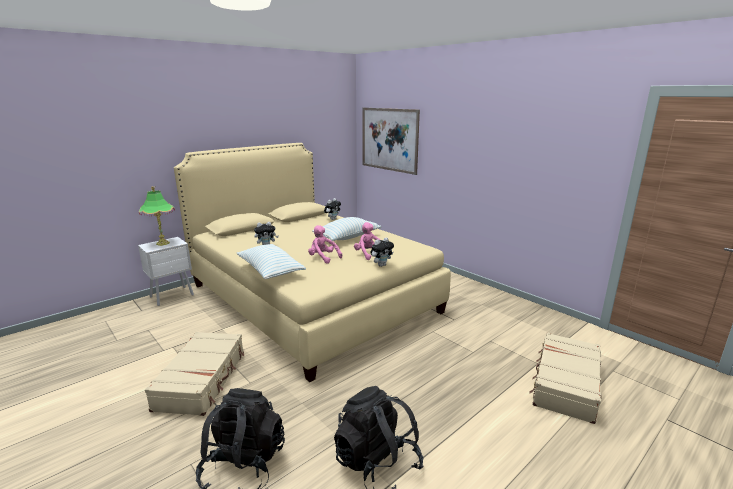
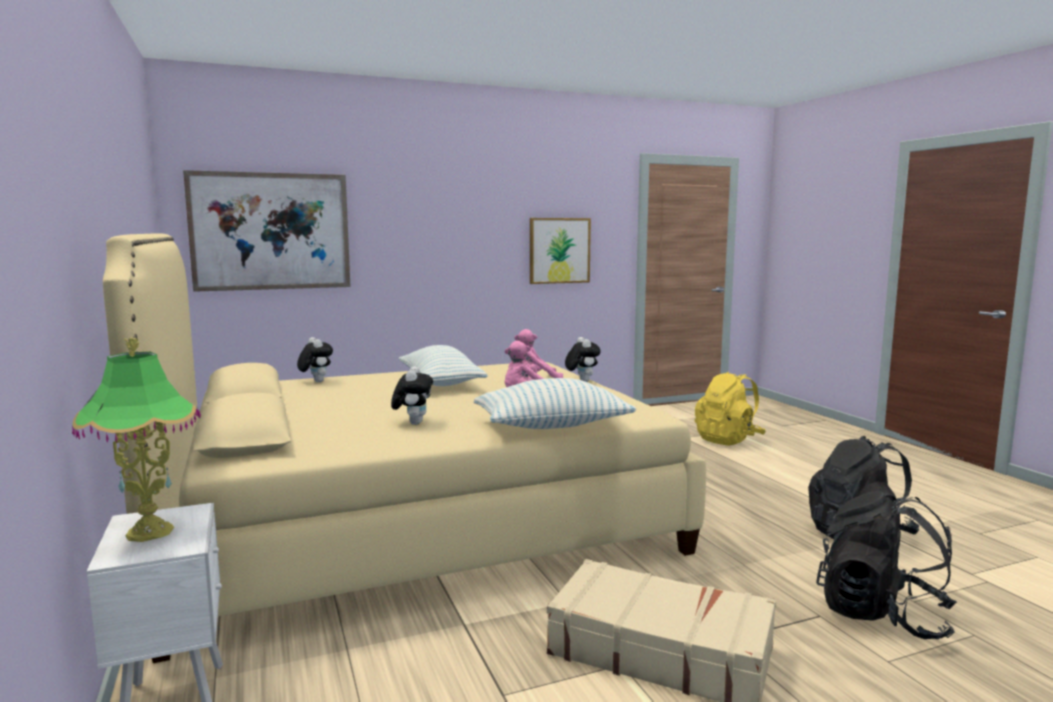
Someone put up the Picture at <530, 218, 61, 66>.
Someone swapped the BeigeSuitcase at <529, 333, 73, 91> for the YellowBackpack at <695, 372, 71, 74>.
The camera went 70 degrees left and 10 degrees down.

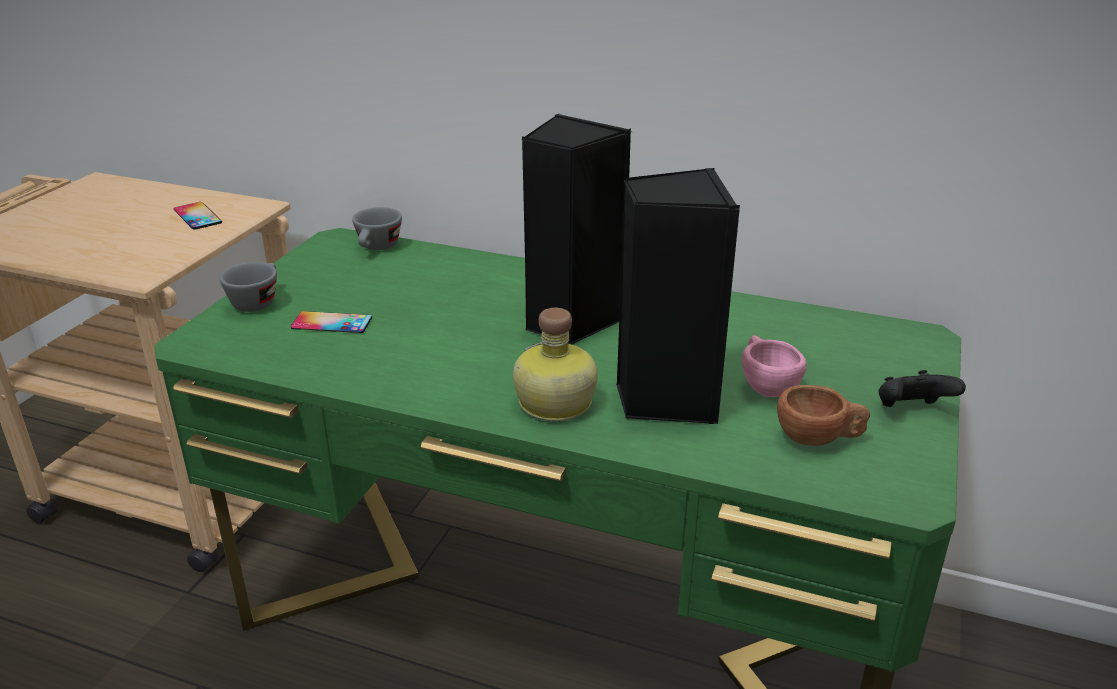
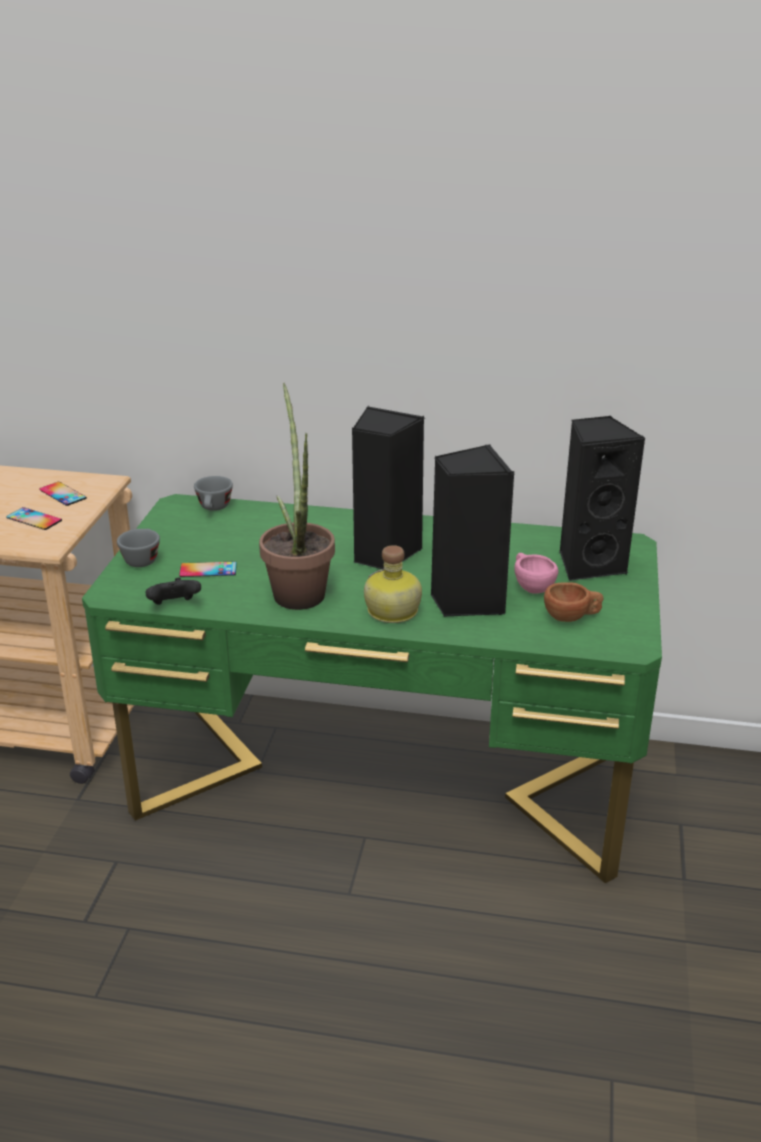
Someone put down the Phone at <6, 507, 56, 23>.
Someone put down the PottedPlant at <259, 383, 76, 227>.
Someone put down the BlackSpeaker at <560, 416, 86, 165>.
Someone carried the BlackGameController from <878, 370, 88, 37> to <146, 578, 55, 27>.
The camera went 10 degrees left and 0 degrees up.

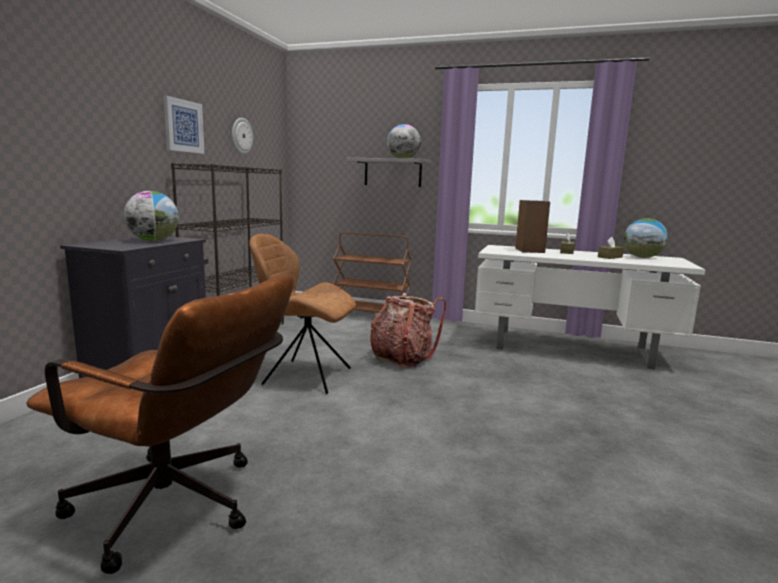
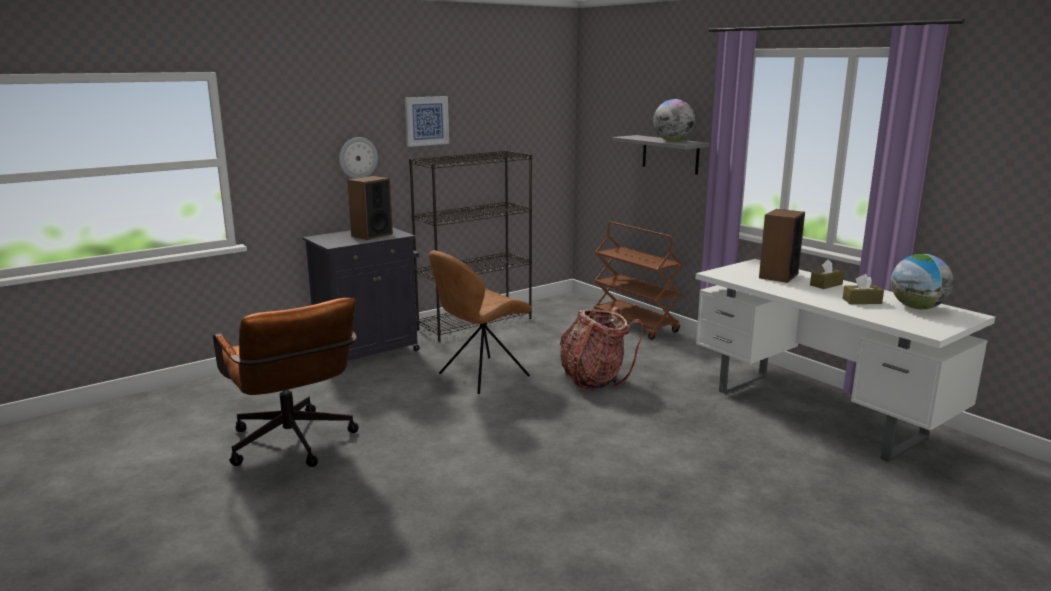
Someone carried the WallClock from <232, 118, 21, 37> to <339, 137, 39, 42>.
Someone swapped the Globe at <124, 191, 55, 50> for the Speaker at <347, 176, 46, 64>.
Someone rotated the BrownChair at <249, 234, 107, 160> by 90 degrees counterclockwise.
The camera went 35 degrees right and 5 degrees up.

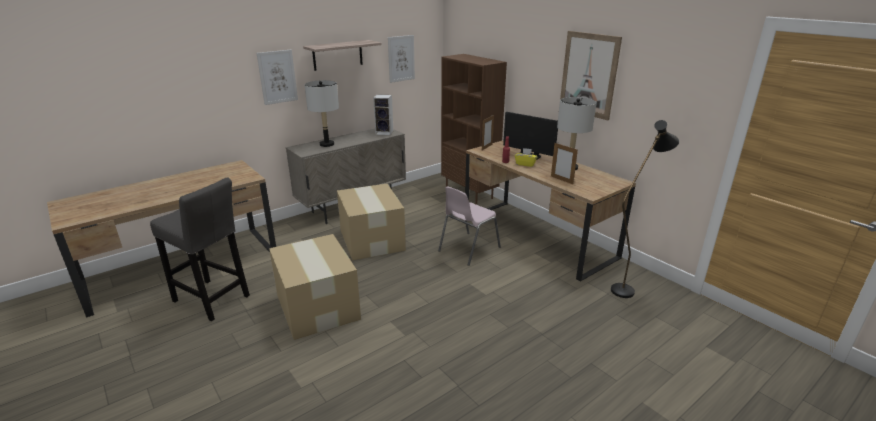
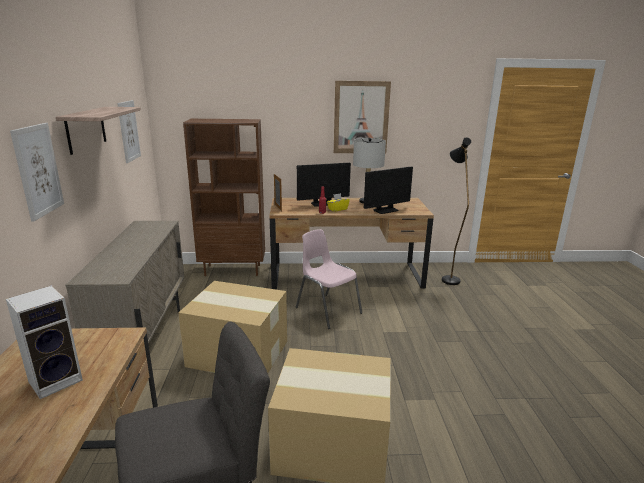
Someone took away the GreyTableLamp at <304, 80, 35, 67>.
Someone carried the Speaker from <373, 94, 20, 41> to <6, 285, 77, 114>.
Someone swapped the PictureFrame at <551, 143, 27, 41> for the Monitor at <364, 167, 49, 47>.
Someone rotated the PinkChair at <438, 186, 63, 80> by 150 degrees clockwise.
The camera went 55 degrees left and 5 degrees down.

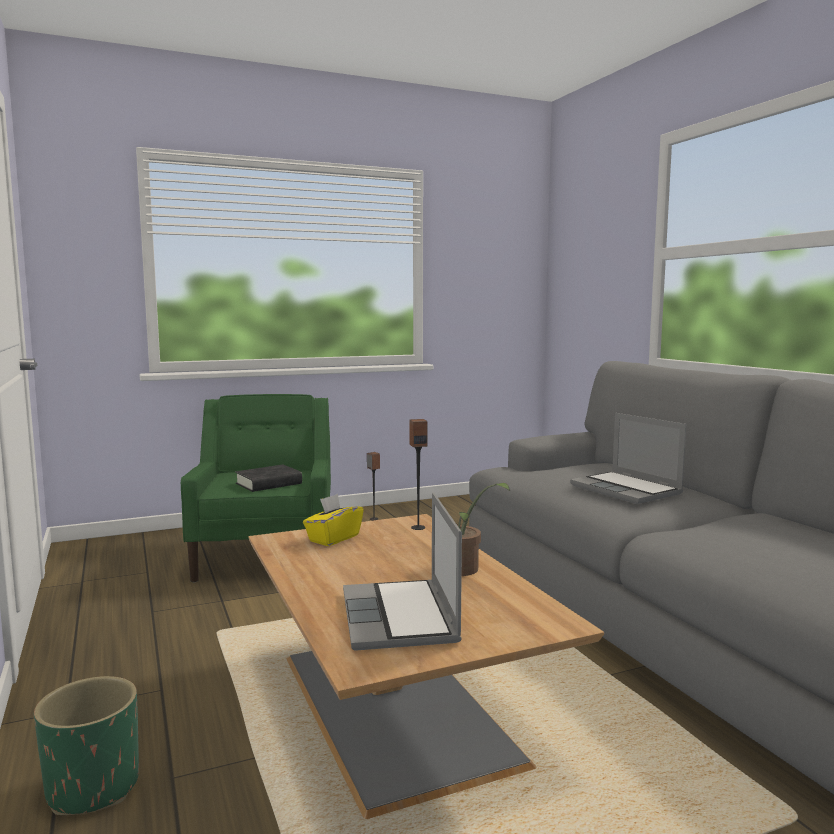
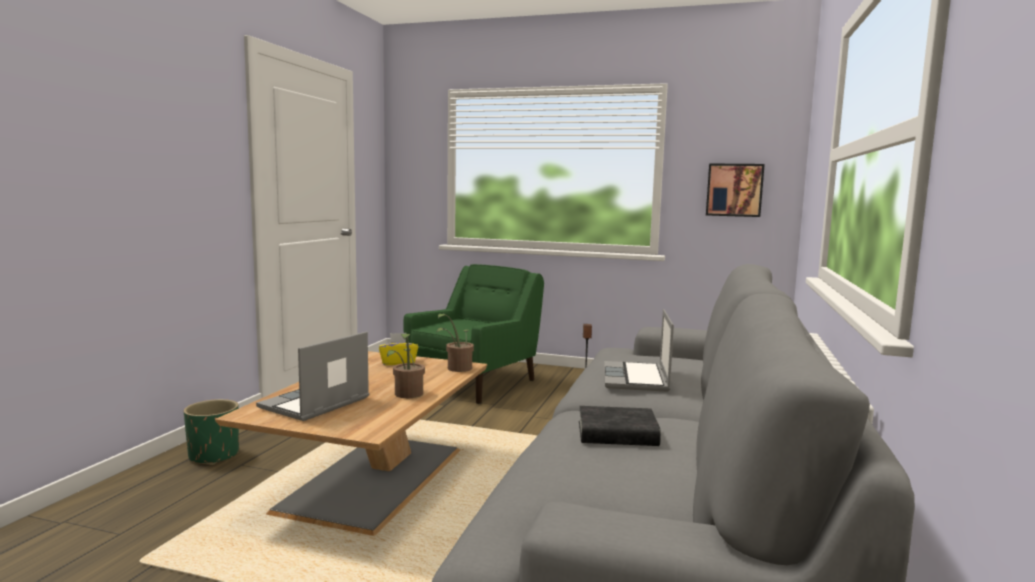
Someone put up the Picture at <706, 164, 59, 53>.
Someone carried the BlackBook from <235, 465, 67, 27> to <579, 406, 82, 40>.
Someone swapped the Speaker at <409, 419, 18, 111> for the PottedPlant at <436, 314, 38, 58>.
The camera went 40 degrees right and 0 degrees up.

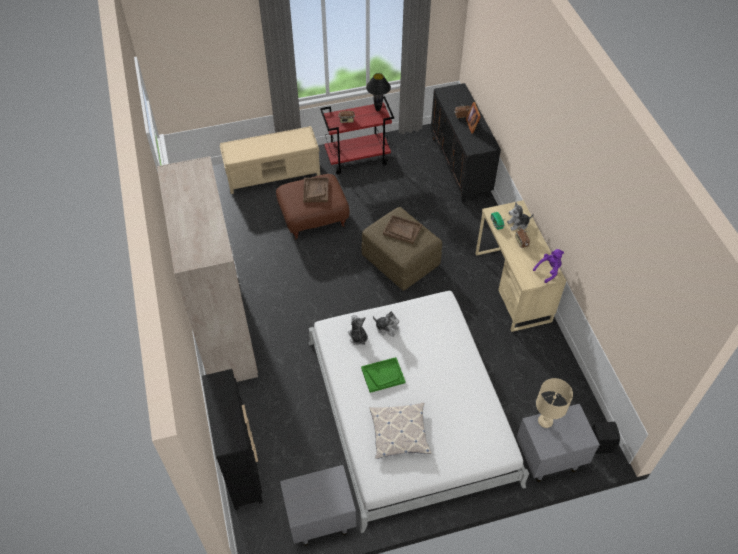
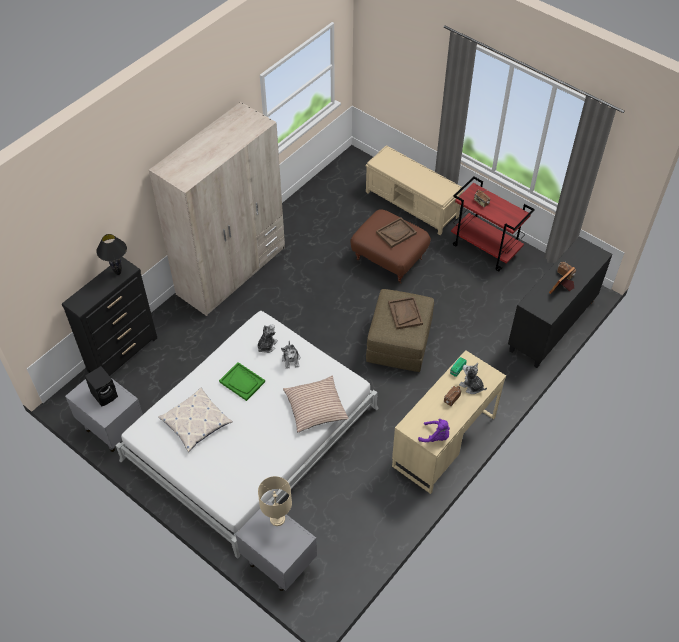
Someone put down the Pillow at <283, 376, 66, 56>.
Someone carried the BlackTableLamp from <366, 73, 25, 38> to <96, 234, 31, 41>.
Someone carried the BlackSpeaker from <592, 422, 28, 32> to <85, 366, 33, 41>.
The camera went 55 degrees right and 0 degrees up.

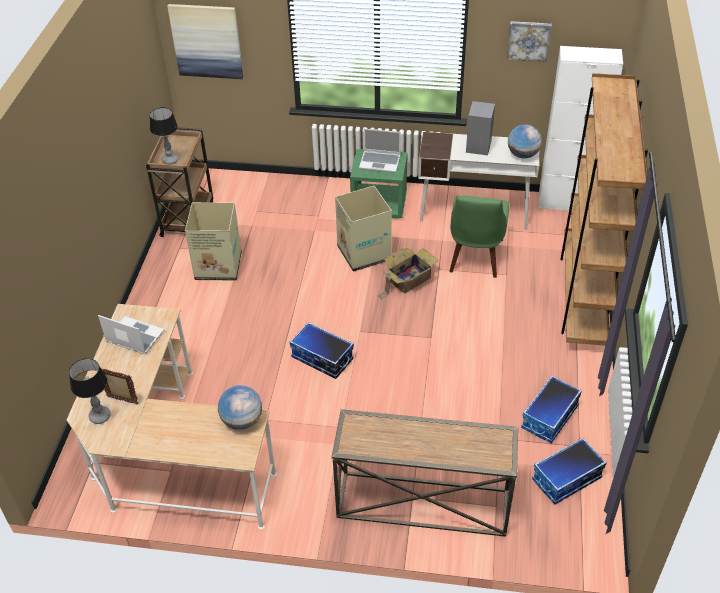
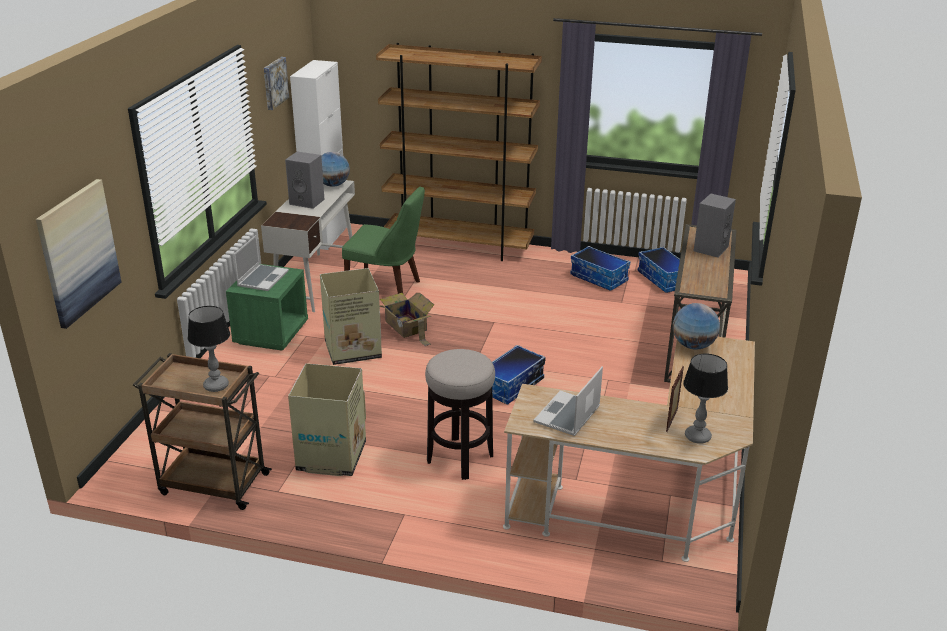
Someone put down the Stool at <425, 349, 70, 131>.
Someone put down the GreySpeaker at <694, 193, 42, 65>.
The camera went 85 degrees left and 15 degrees down.

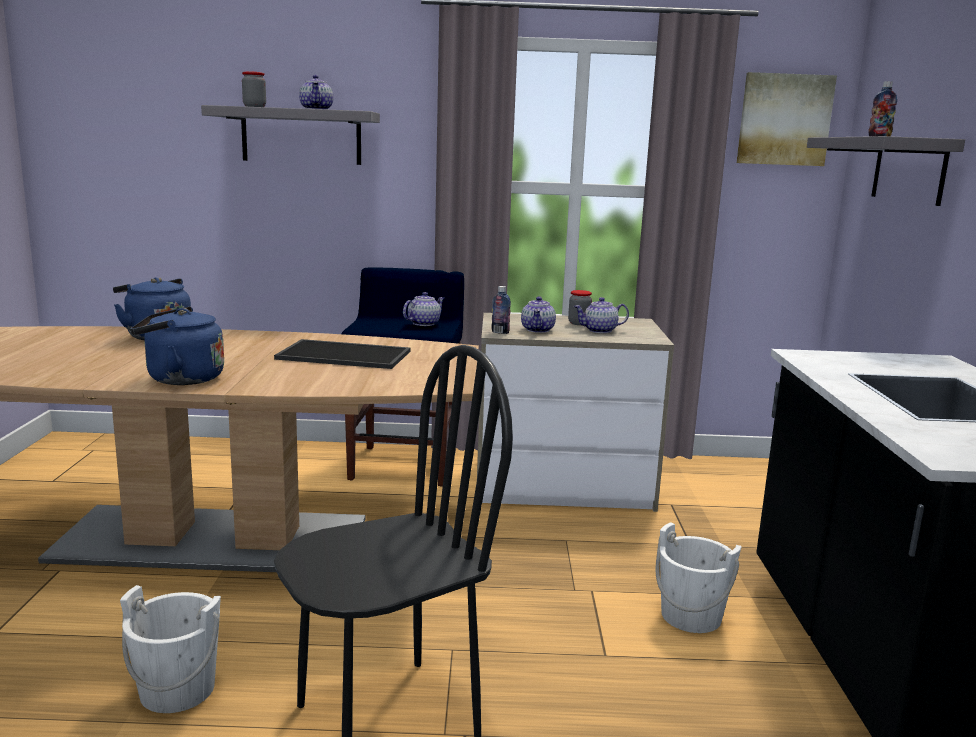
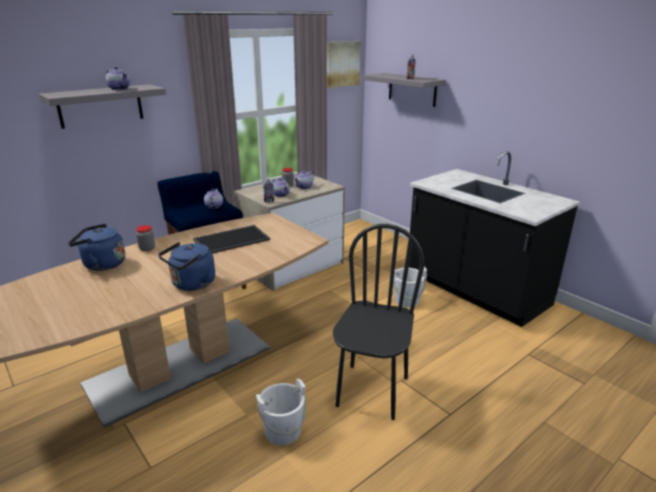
Someone carried the Jar from <242, 71, 24, 36> to <136, 225, 19, 26>.
The camera went 40 degrees left and 10 degrees up.

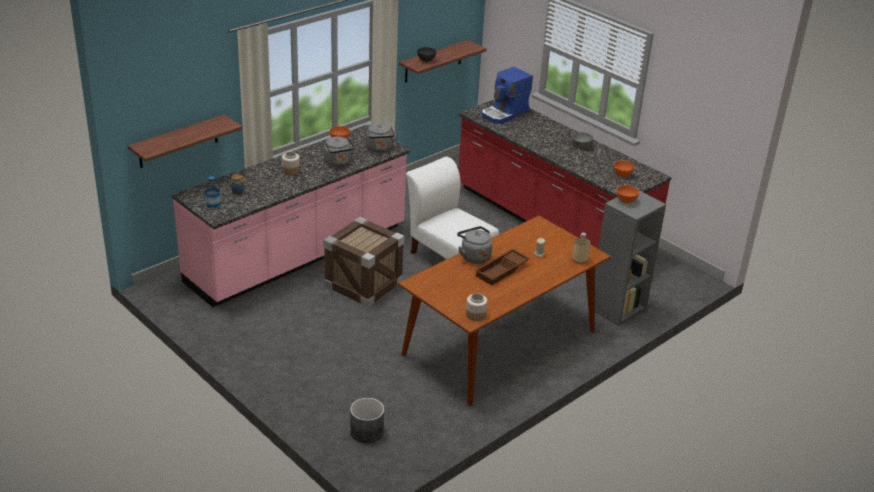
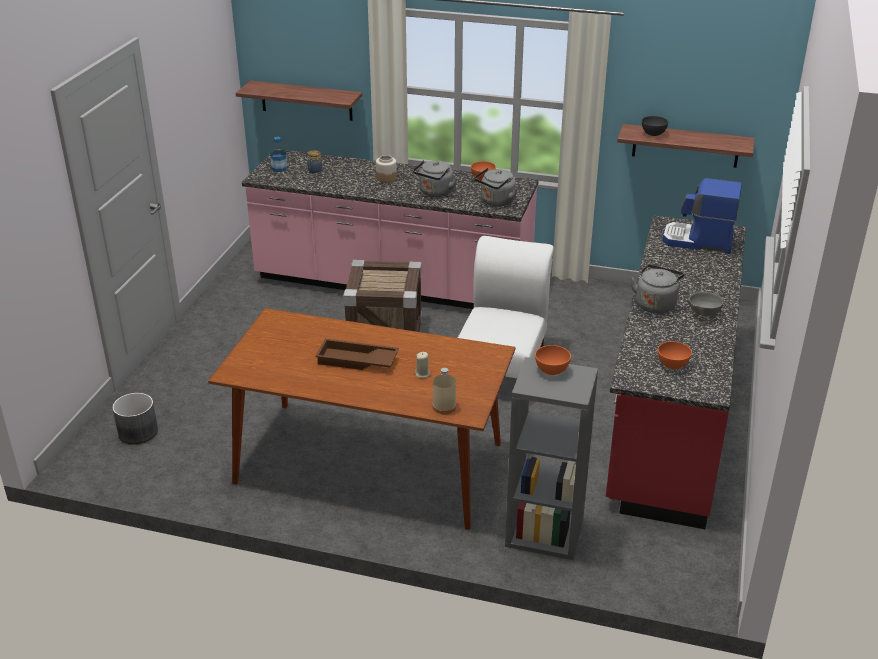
Someone took away the Jar at <466, 293, 21, 28>.
Someone carried the GreyKettle from <457, 226, 35, 38> to <630, 264, 54, 50>.
The camera went 60 degrees right and 0 degrees up.

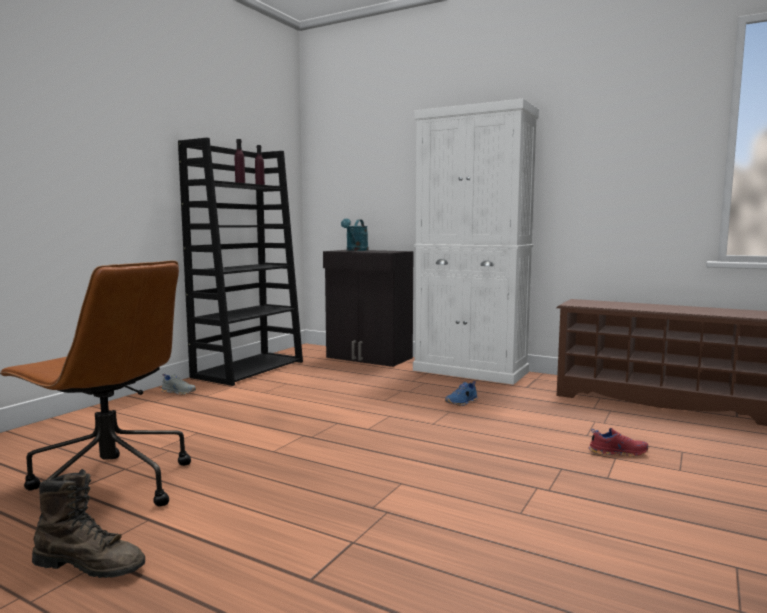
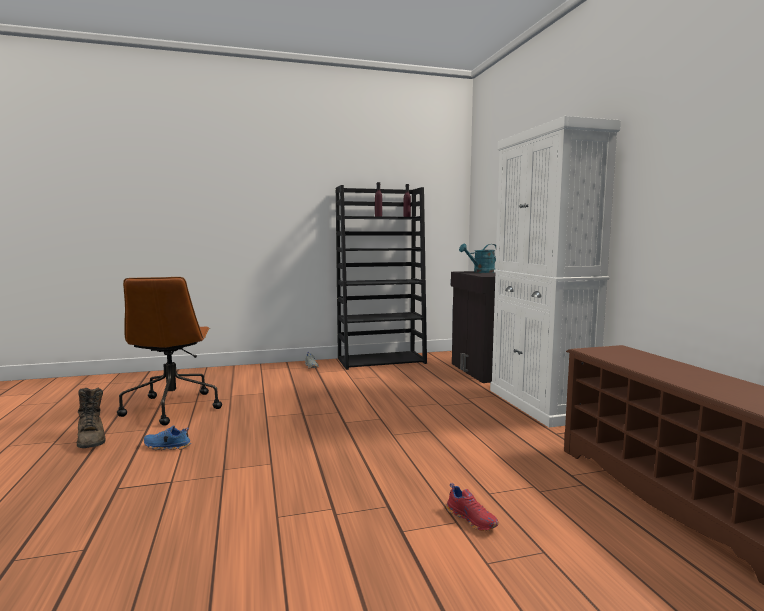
Someone carried the BlueShoe from <445, 381, 32, 25> to <144, 425, 47, 25>.
The camera went 45 degrees right and 0 degrees up.

